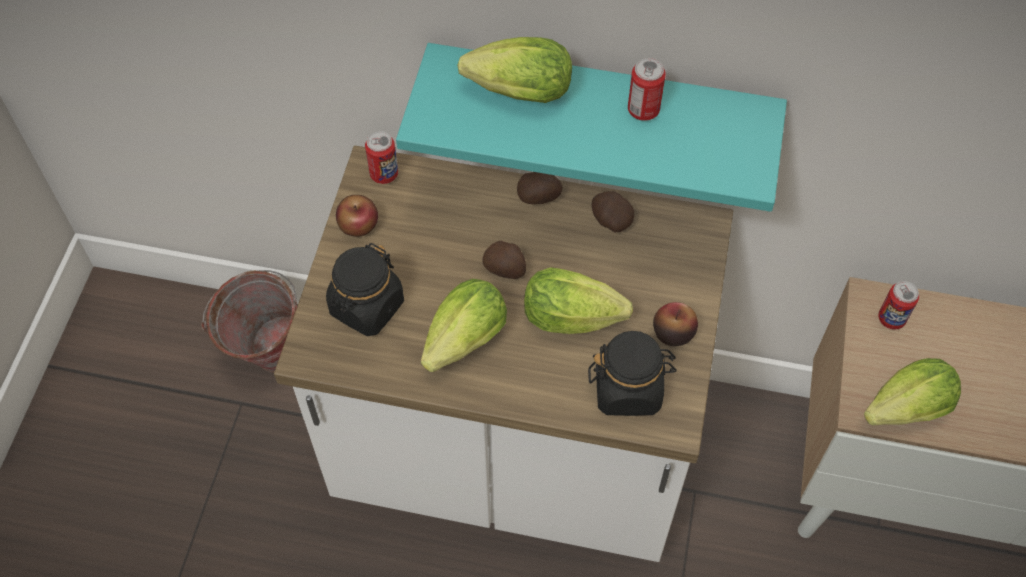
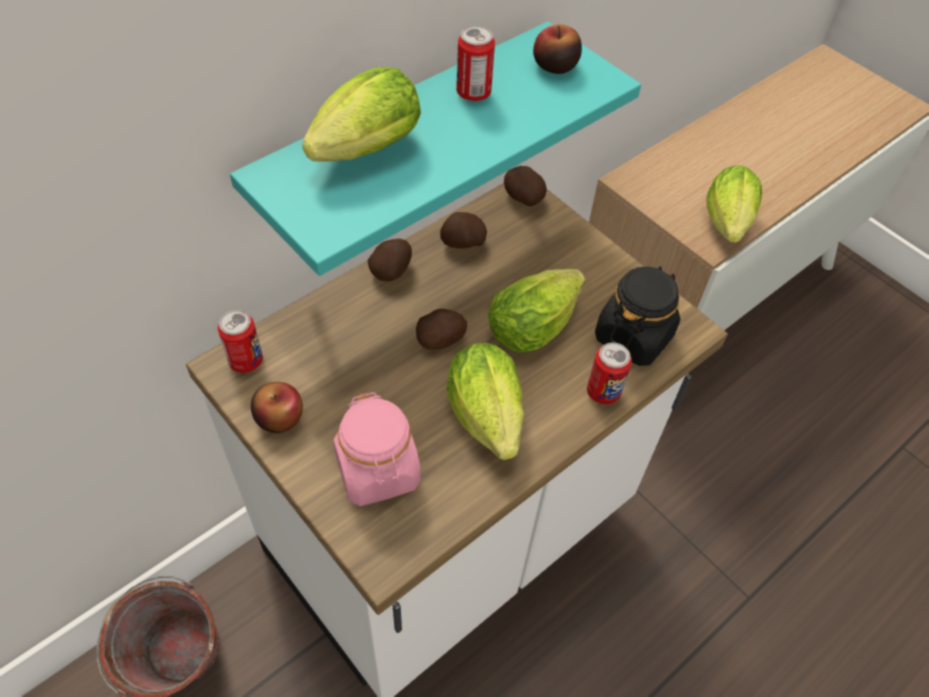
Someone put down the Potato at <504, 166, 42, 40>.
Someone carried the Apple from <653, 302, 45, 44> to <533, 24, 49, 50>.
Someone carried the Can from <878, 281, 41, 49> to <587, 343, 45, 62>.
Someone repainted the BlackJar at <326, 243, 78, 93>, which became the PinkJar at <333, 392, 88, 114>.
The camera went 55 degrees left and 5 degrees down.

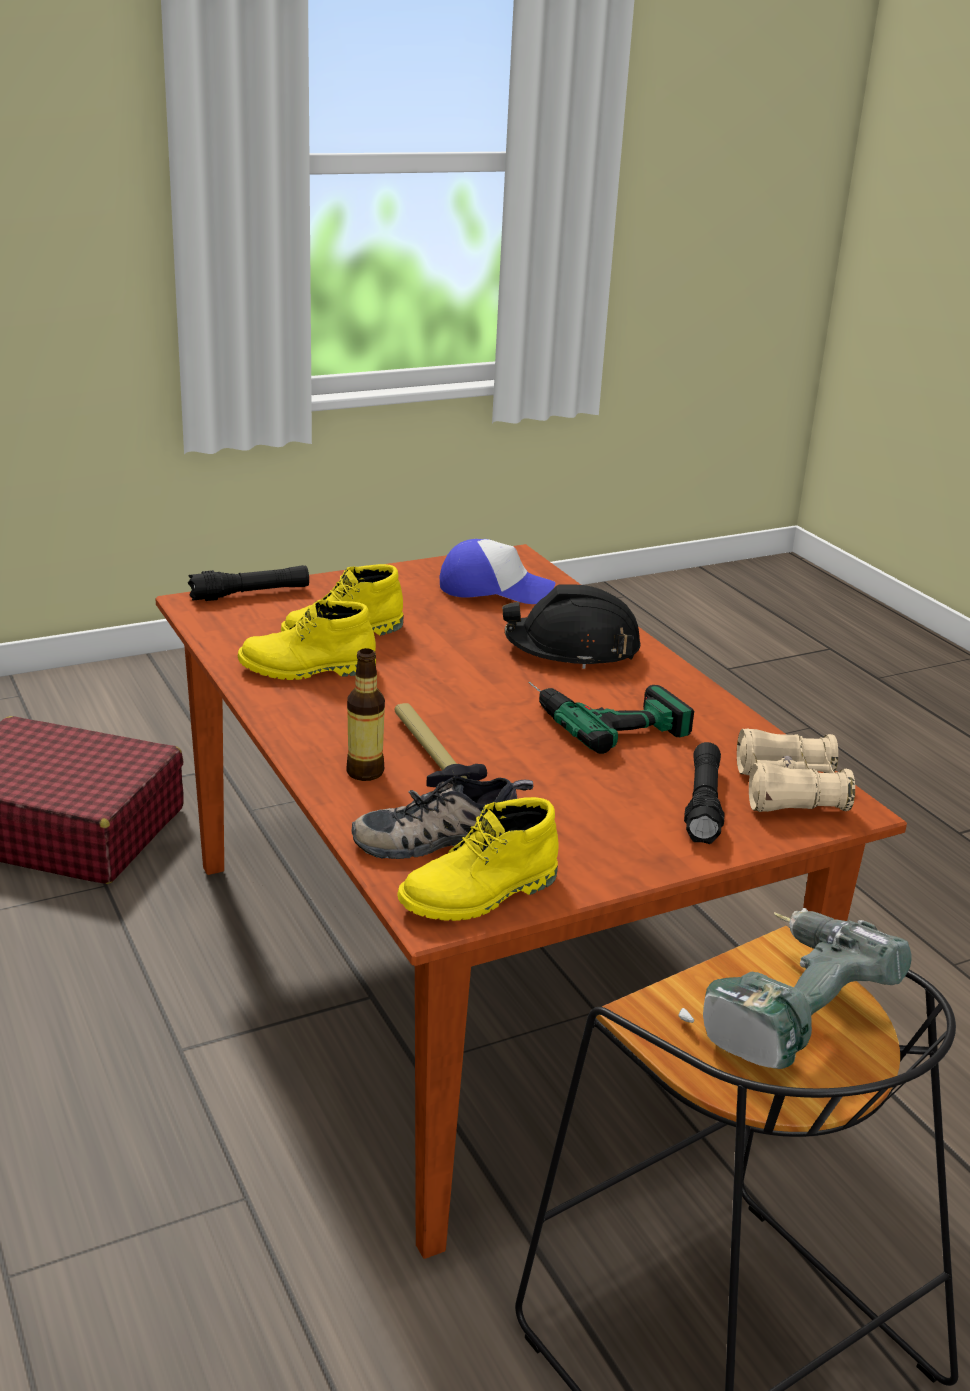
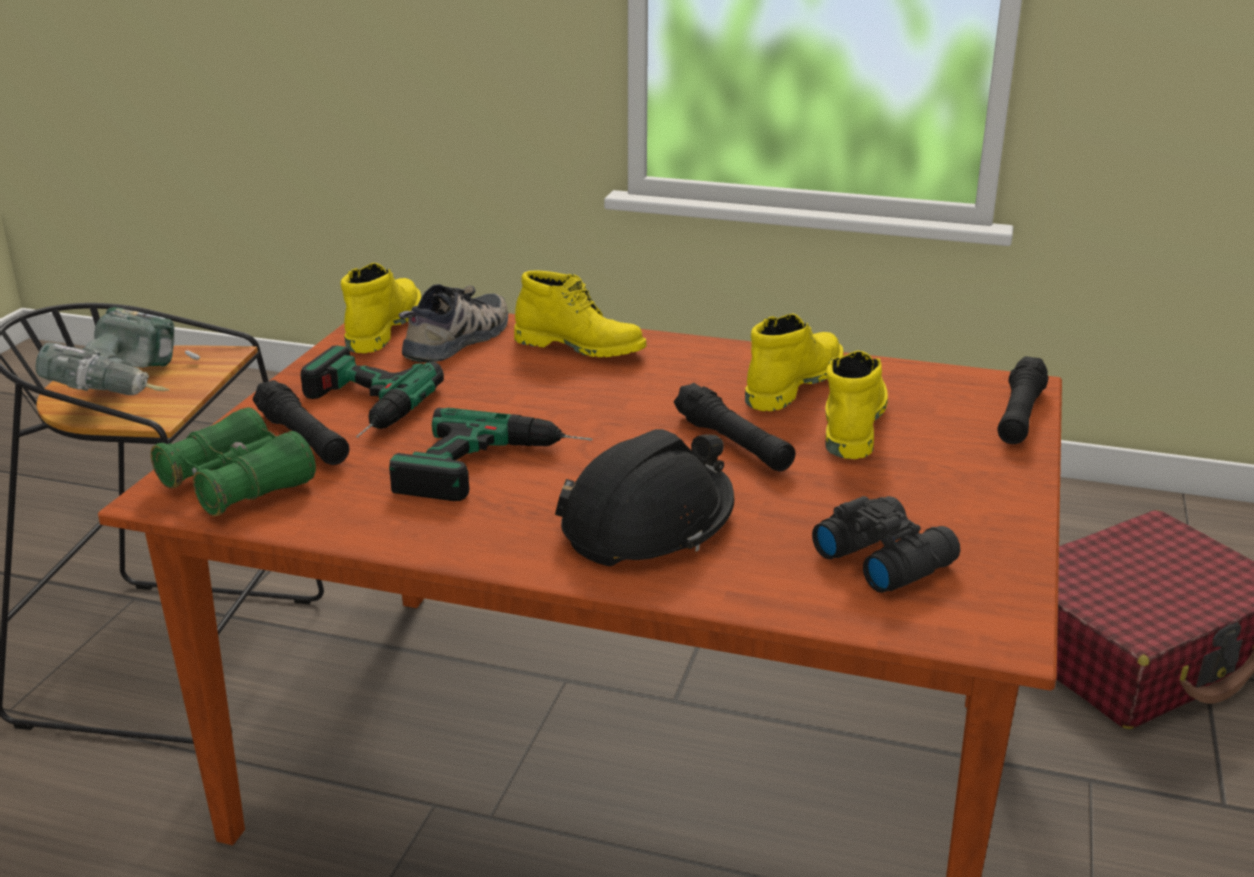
Someone took away the Hammer at <395, 703, 92, 84>.
Someone put down the PowerDrill at <300, 346, 144, 92>.
Someone put down the BlackFlashlight at <674, 383, 121, 89>.
Someone swapped the Bottle at <346, 648, 39, 133> for the YellowBoot at <514, 270, 133, 87>.
Someone swapped the Cap at <440, 539, 115, 65> for the BlackBinoculars at <812, 496, 148, 97>.
Someone repainted the BeigeBinoculars at <737, 728, 118, 84>, which became the GreenBinoculars at <151, 407, 165, 109>.
The camera went 135 degrees right and 0 degrees up.

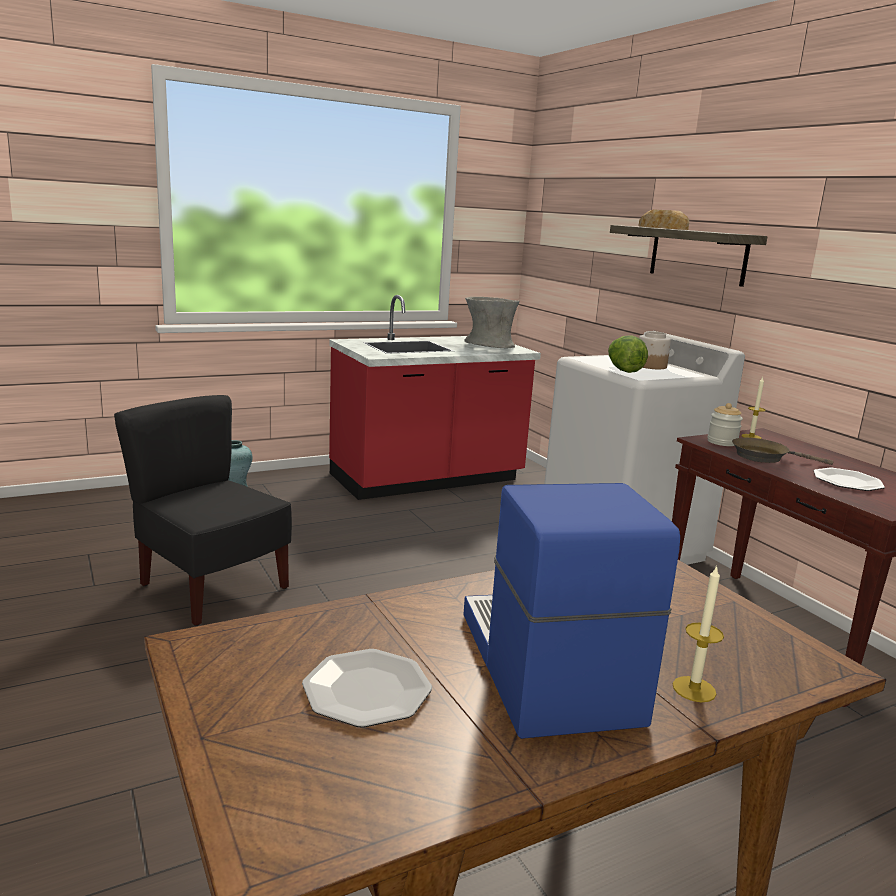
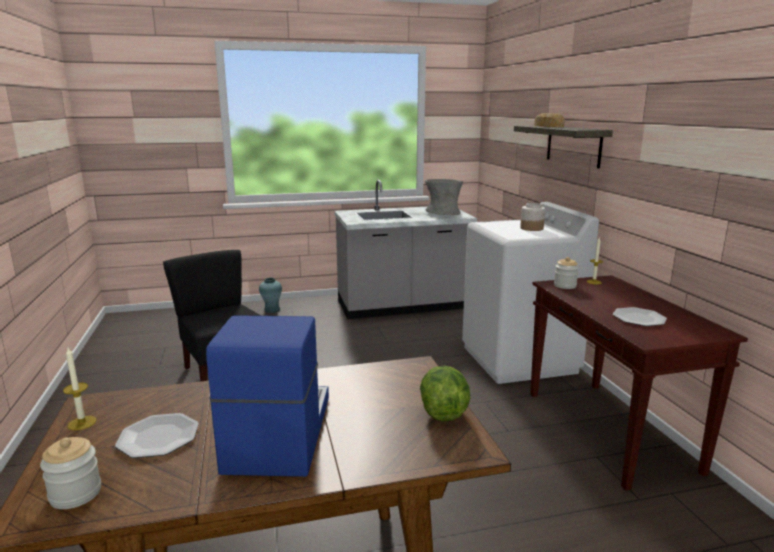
Someone took away the BrownFryingPan at <732, 438, 101, 27>.
Someone put down the Jar at <40, 437, 61, 72>.
Someone carried the Lettuce from <608, 335, 40, 38> to <420, 365, 50, 57>.
Someone carried the Candle from <673, 566, 51, 136> to <63, 348, 34, 82>.
Someone repainted the RedCounter at <329, 295, 212, 205>, which became the GreyCounter at <334, 180, 143, 139>.
The camera went 15 degrees right and 0 degrees up.

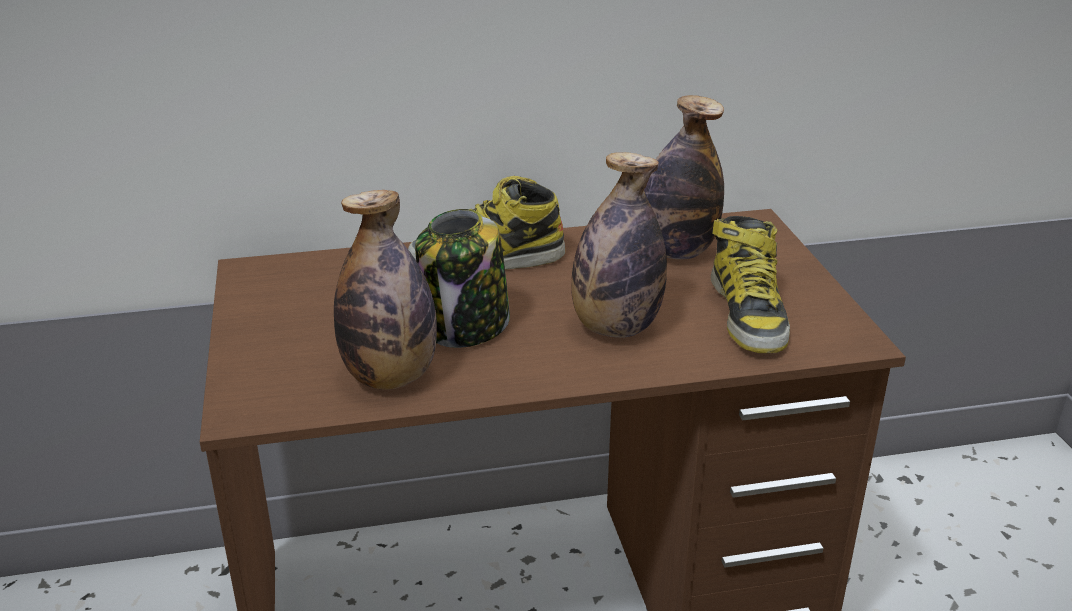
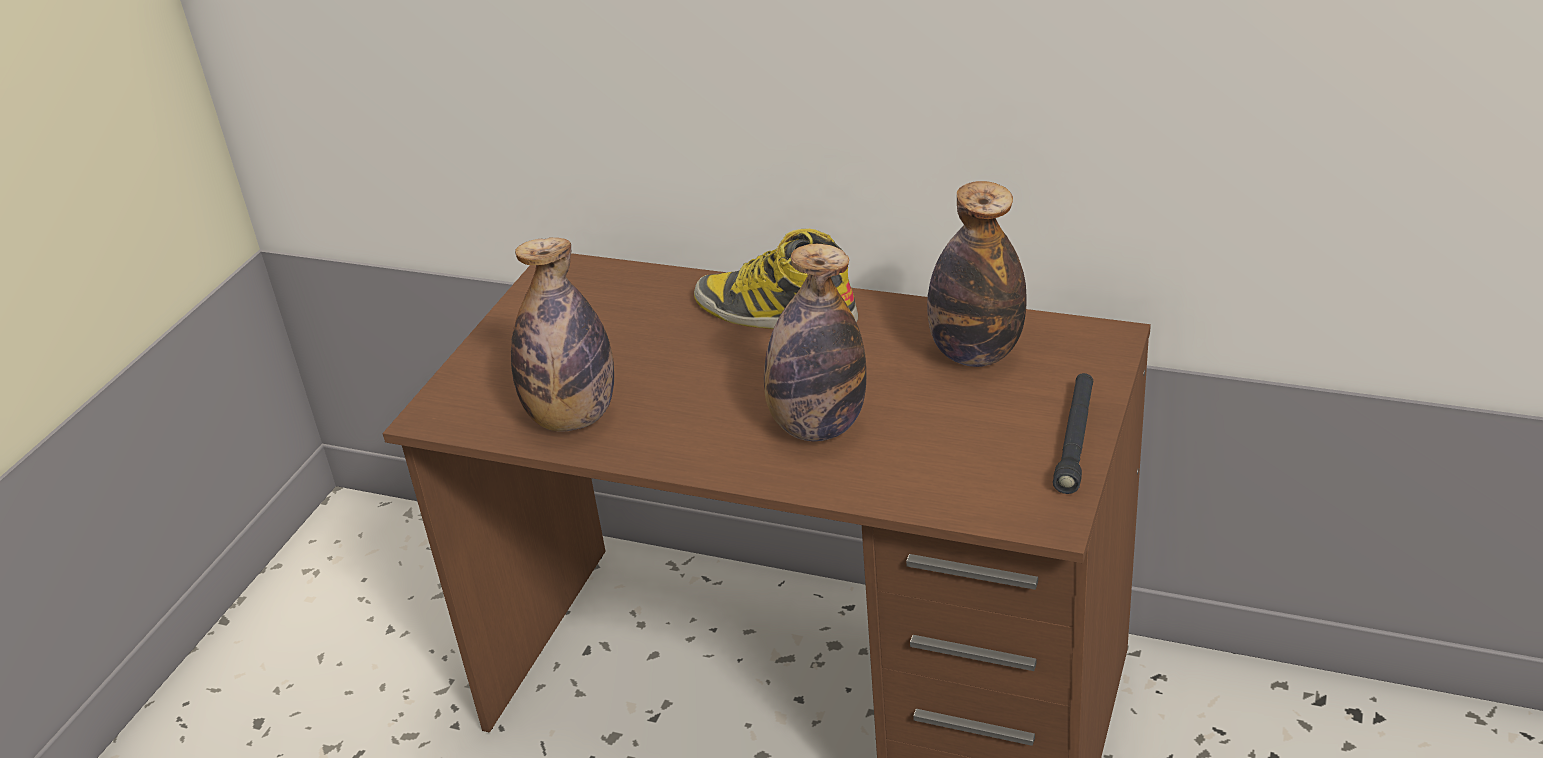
Someone took away the Jar at <415, 209, 95, 139>.
Someone took away the Boot at <711, 216, 79, 137>.
Someone put down the BlackFlashlight at <1053, 373, 40, 121>.
The camera went 35 degrees right and 5 degrees up.

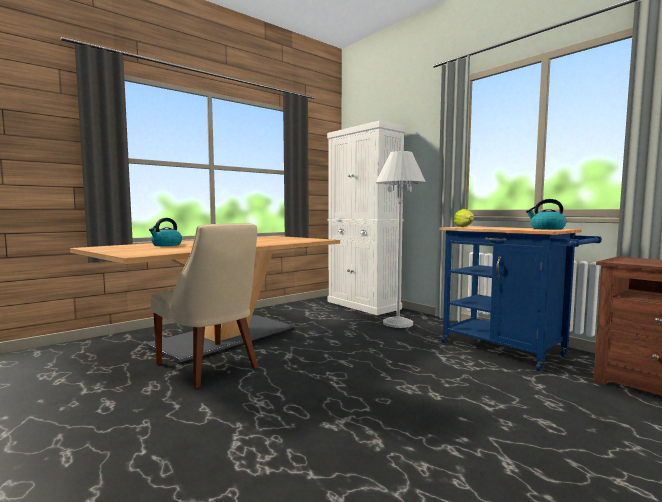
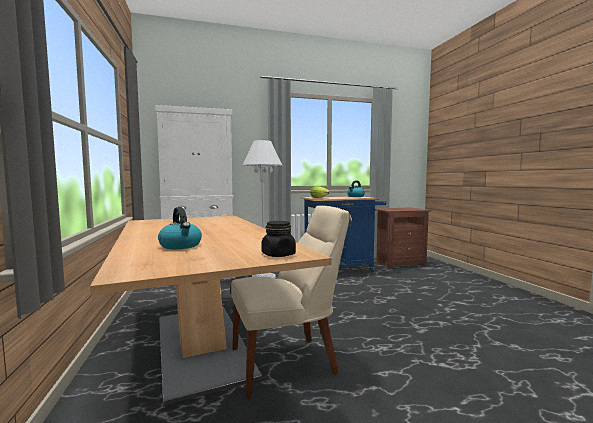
Someone put down the BlackJar at <261, 221, 35, 36>.
The camera went 65 degrees left and 0 degrees up.

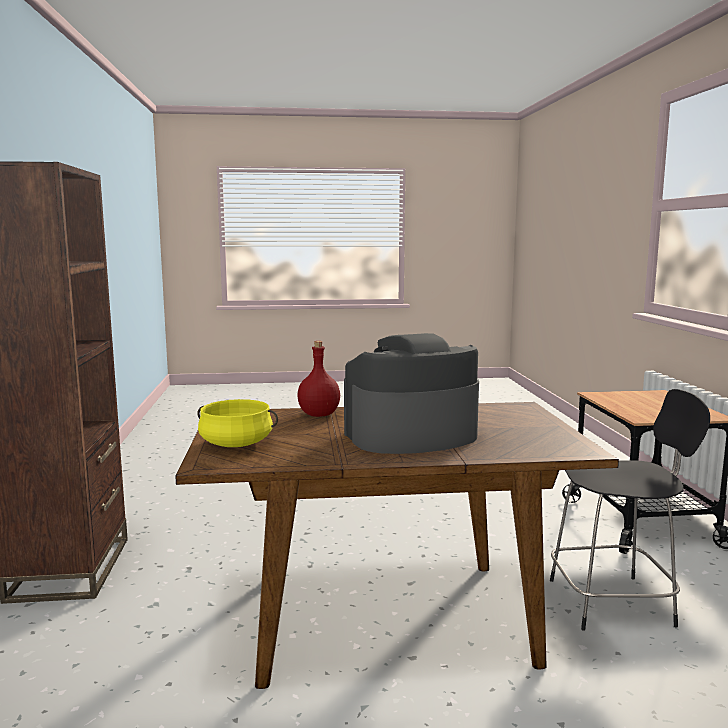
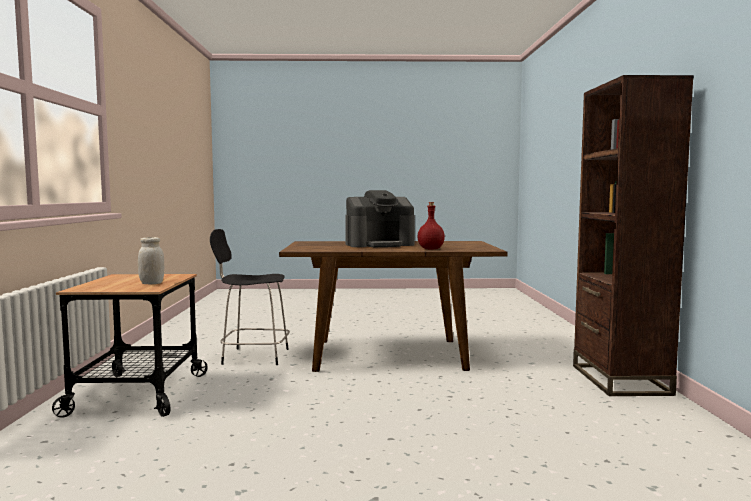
Someone took away the YellowCookingPot at <198, 399, 80, 48>.
Someone put down the WhiteJar at <138, 237, 27, 47>.
The camera went 175 degrees left and 5 degrees down.

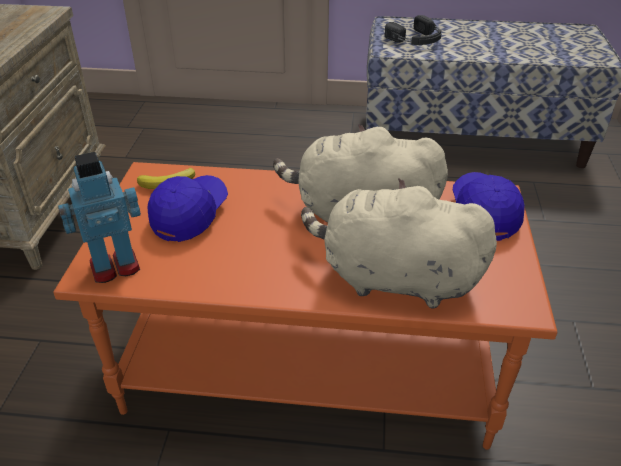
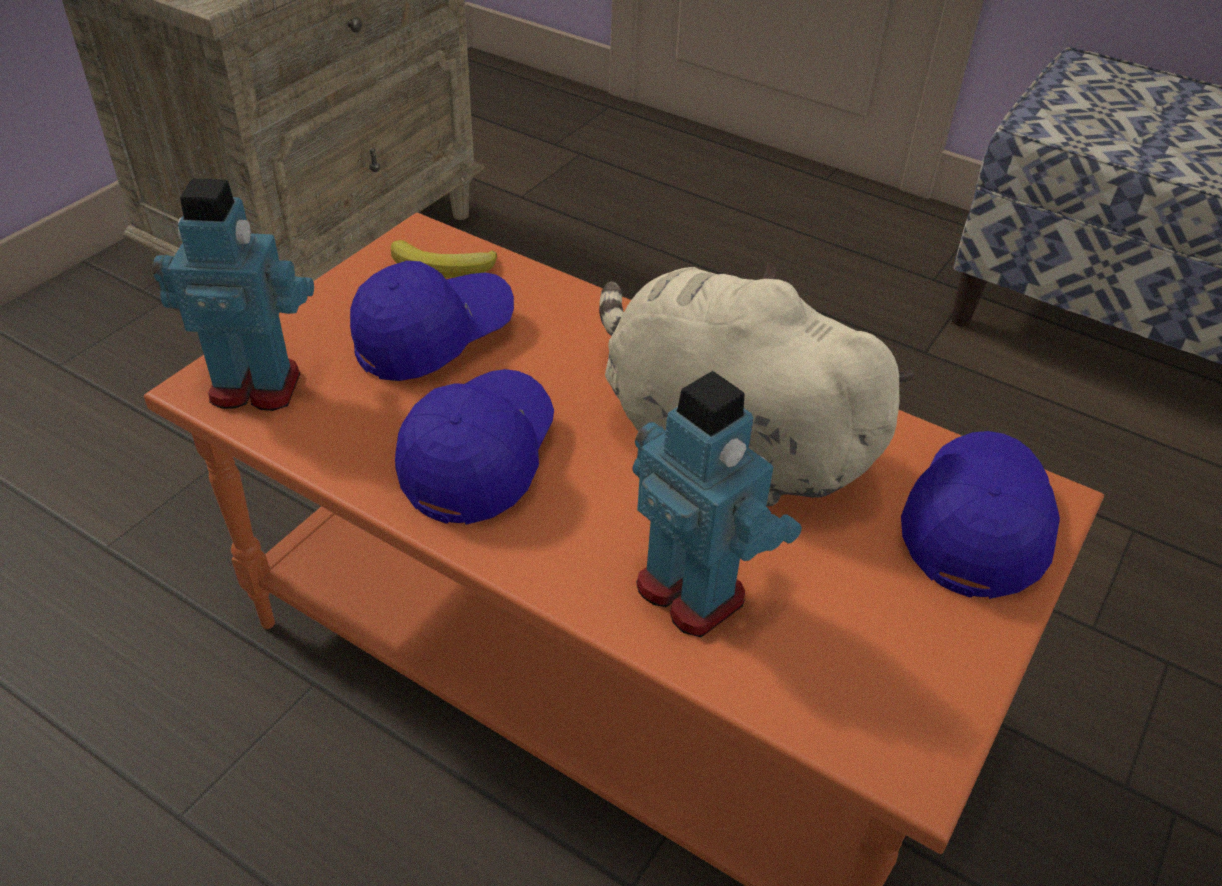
Someone took away the BlackHeadphones at <385, 15, 56, 30>.
Someone put down the BlueCap at <395, 369, 159, 156>.
Someone swapped the BeigePlushToy at <301, 179, 196, 129> for the ToyRobot at <632, 371, 170, 266>.
The camera went 25 degrees right and 5 degrees up.

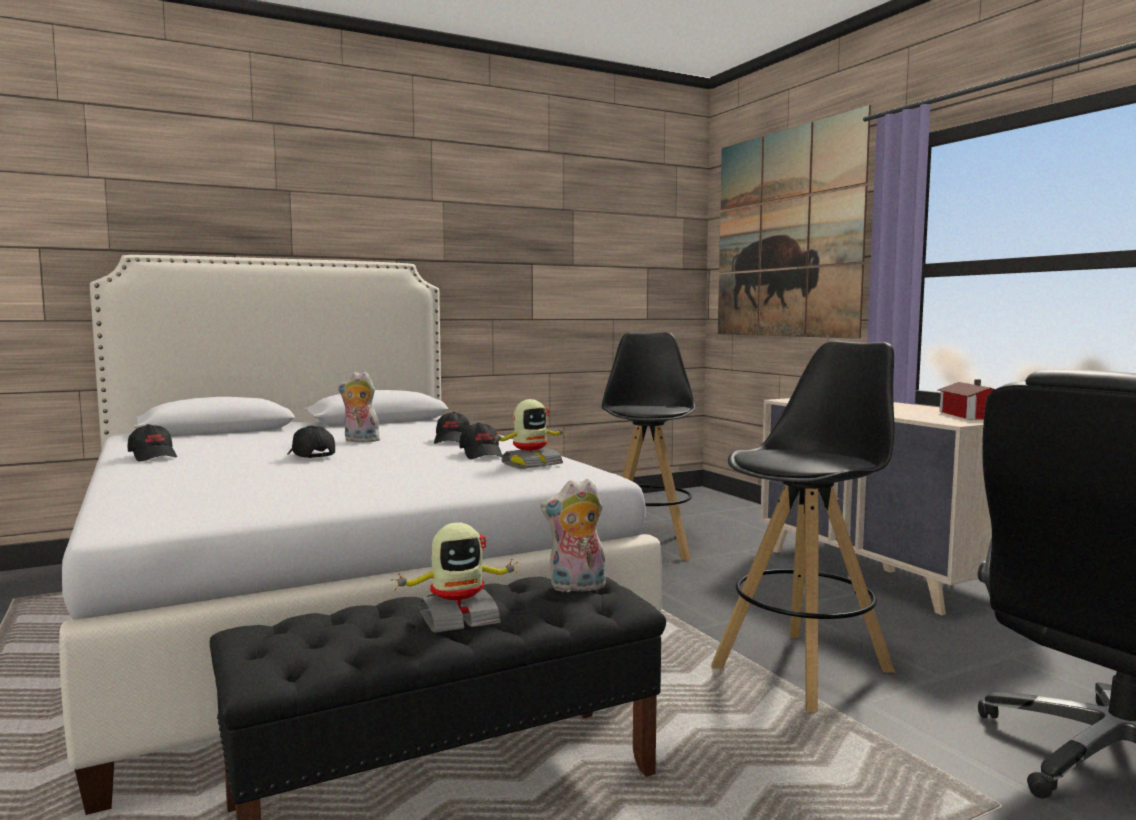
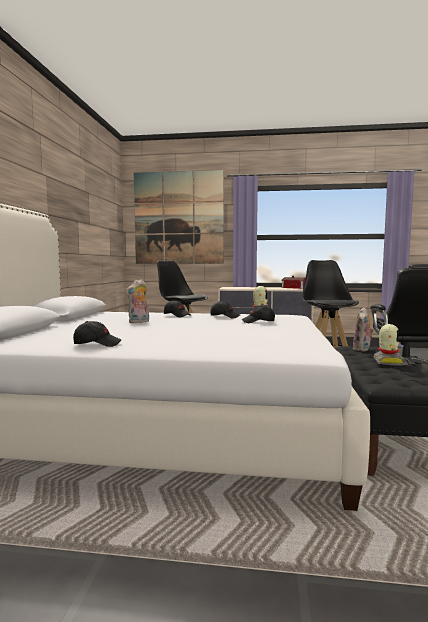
Someone carried the BlackCap from <287, 426, 48, 32> to <242, 305, 33, 18>.
The camera went 55 degrees left and 0 degrees up.

